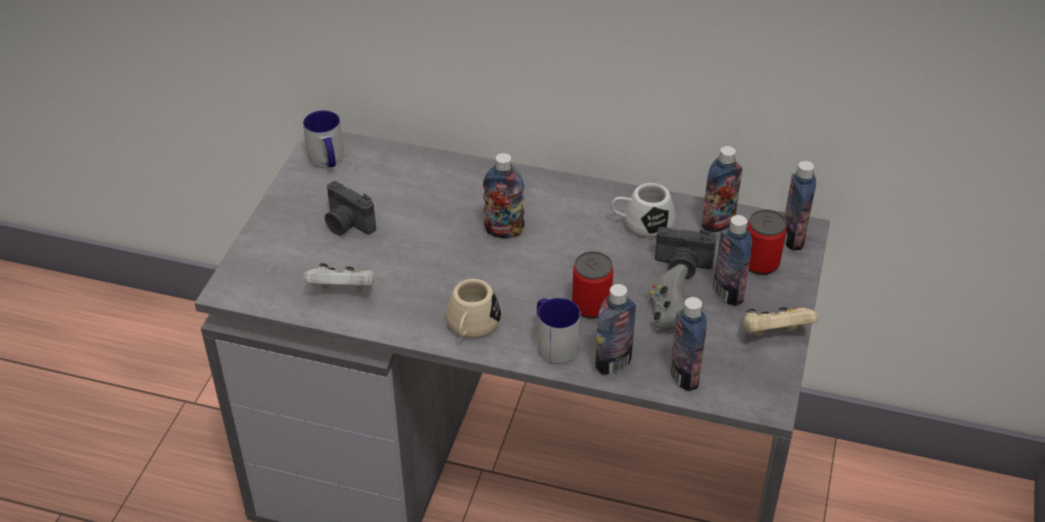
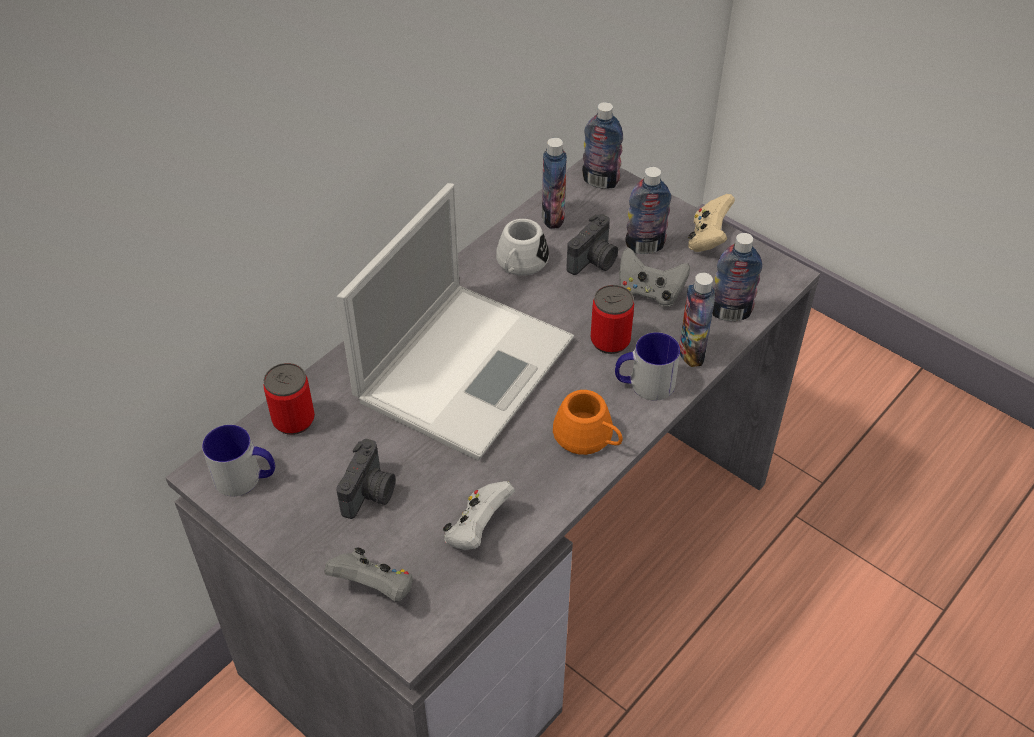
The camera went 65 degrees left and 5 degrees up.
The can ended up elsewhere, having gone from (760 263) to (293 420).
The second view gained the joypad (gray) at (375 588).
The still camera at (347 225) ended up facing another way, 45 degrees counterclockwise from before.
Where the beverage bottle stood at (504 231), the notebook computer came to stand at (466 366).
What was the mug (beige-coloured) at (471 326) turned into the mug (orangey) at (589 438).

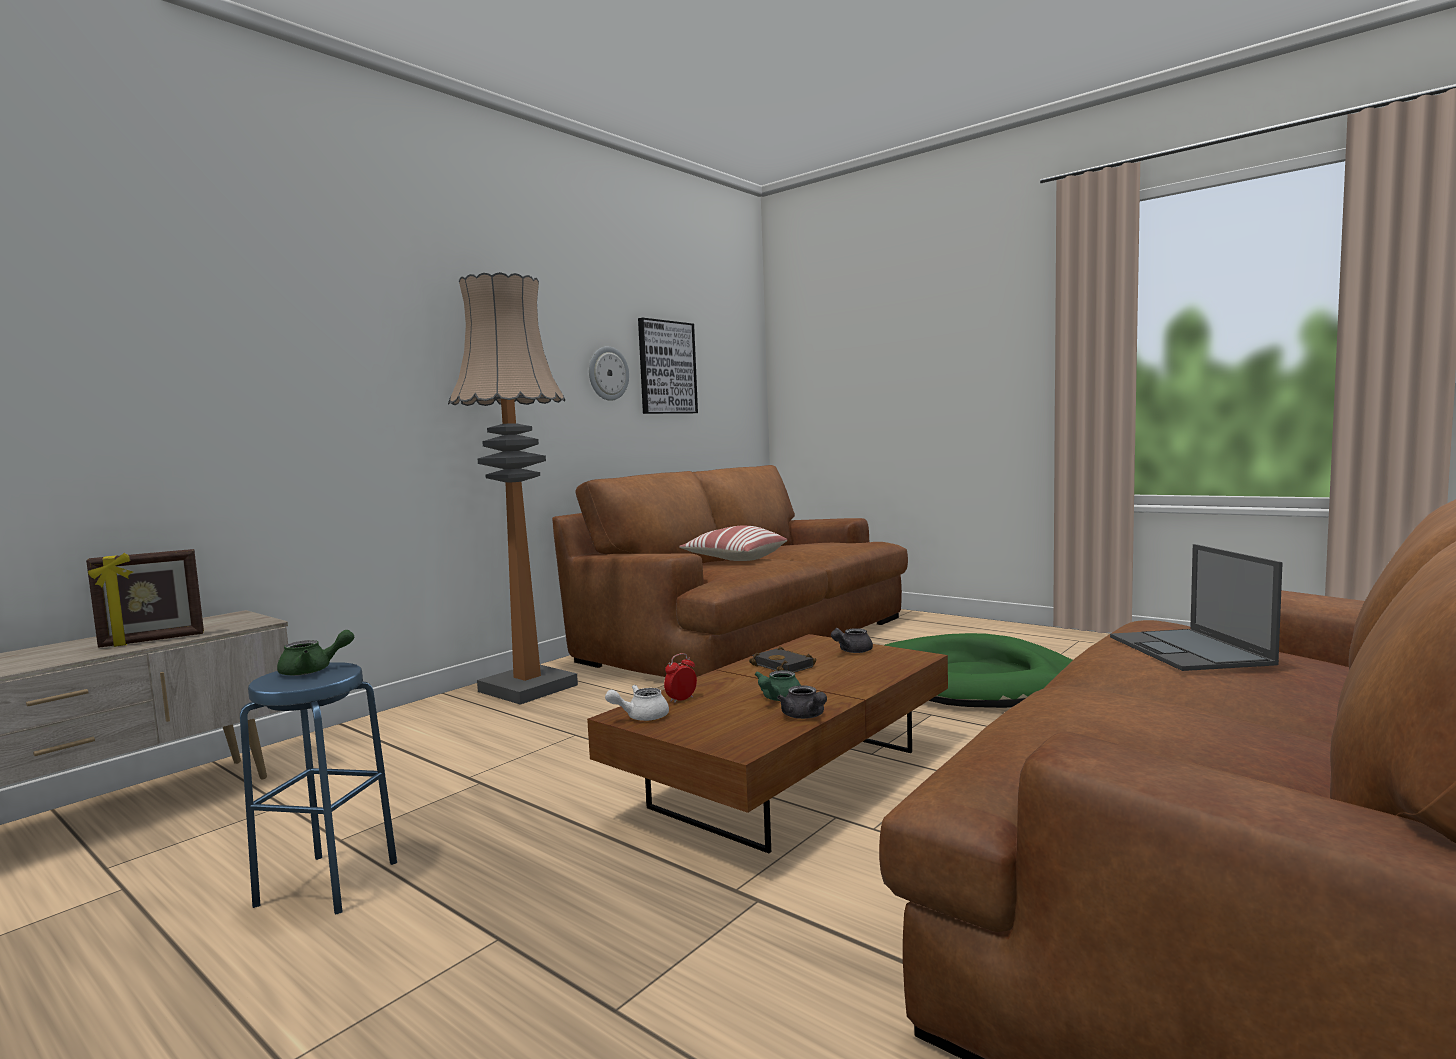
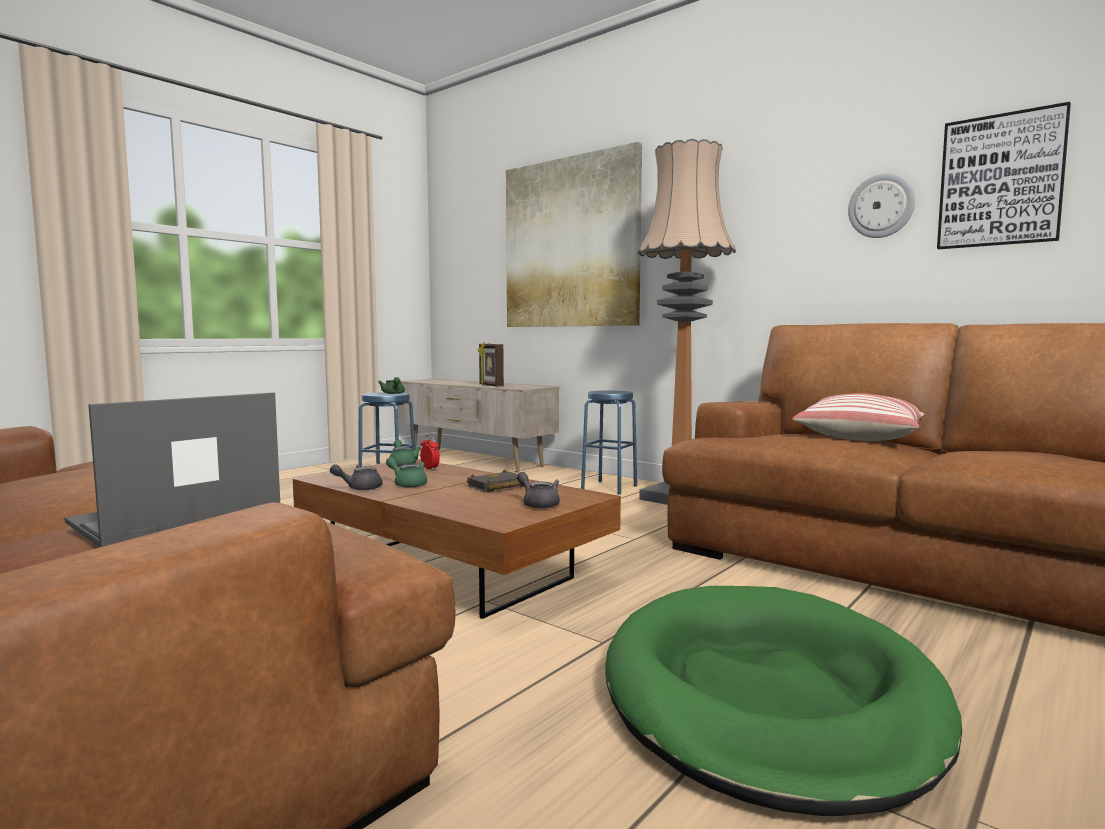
The camera went 90 degrees right and 0 degrees up.
The notebook computer at (1190 651) ended up facing another way, 45 degrees counterclockwise from before.
What was the teapot (whitish) at (641 717) turned into the teapot (green) at (402 464).
The second view gained the picture at (571 243).
The second view gained the sitting stool (bluish) at (609 487).

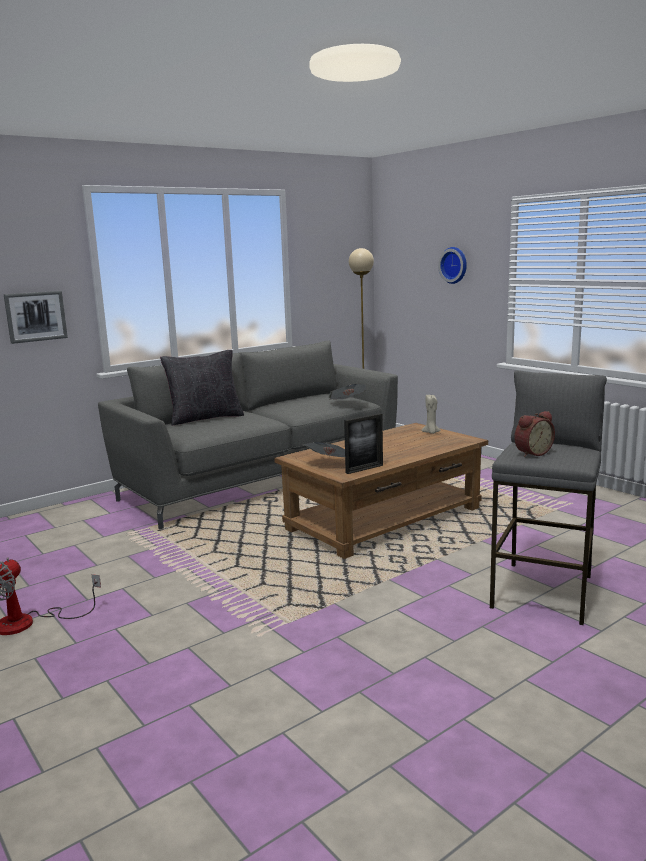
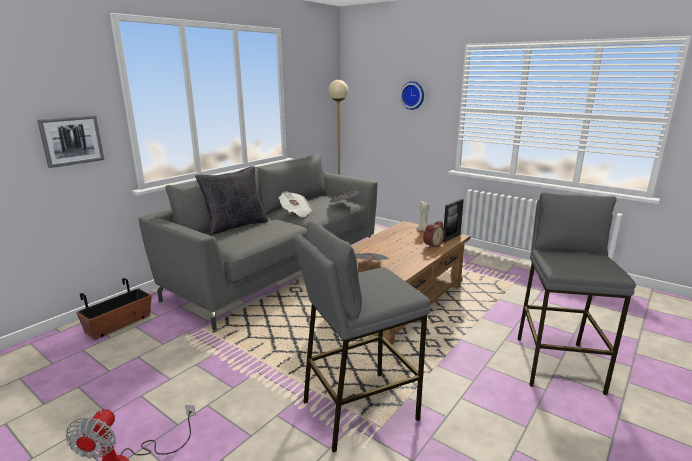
The camera went 15 degrees left and 5 degrees up.
The second view gained the flower pot at (118 324).
The second view gained the newspaper at (296 213).
The second view gained the sitting stool (gray) at (359 409).
The table clock ended up elsewhere, having gone from (532 453) to (432 245).
The picture frame ended up elsewhere, having gone from (364 469) to (451 238).

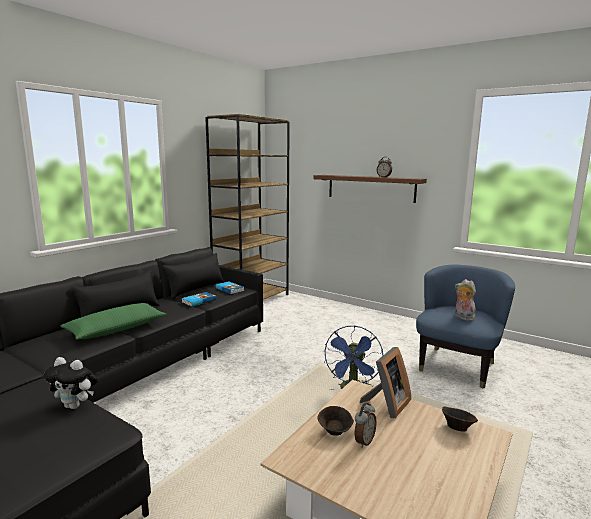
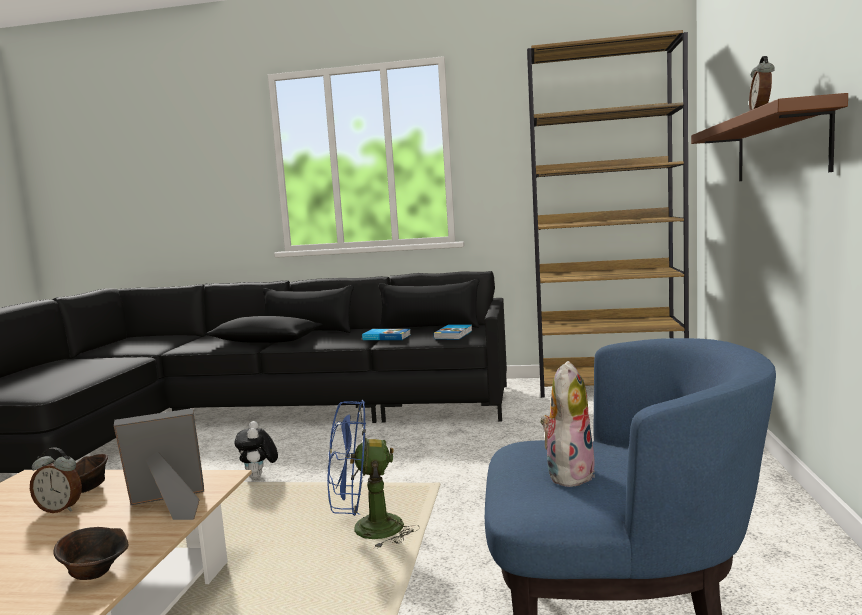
The camera went 65 degrees right and 5 degrees down.
The picture frame at (386 405) ended up facing another way, 150 degrees clockwise from before.
What was the pillow (green) at (116 329) turned into the pillow (blackish) at (265 341).
The plush toy ended up elsewhere, having gone from (75 406) to (259 477).

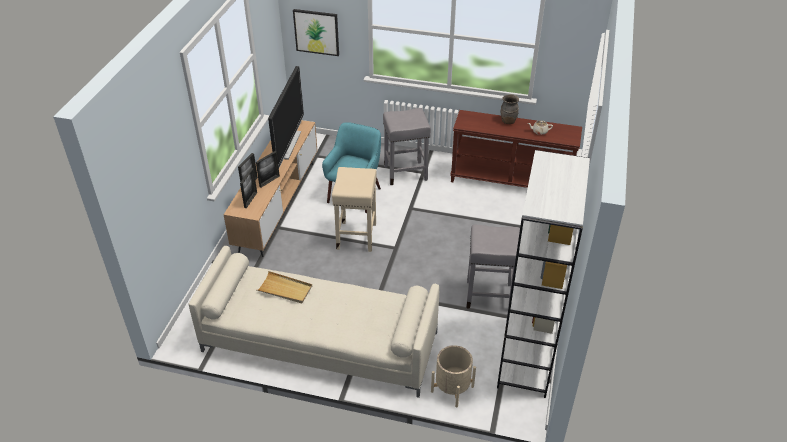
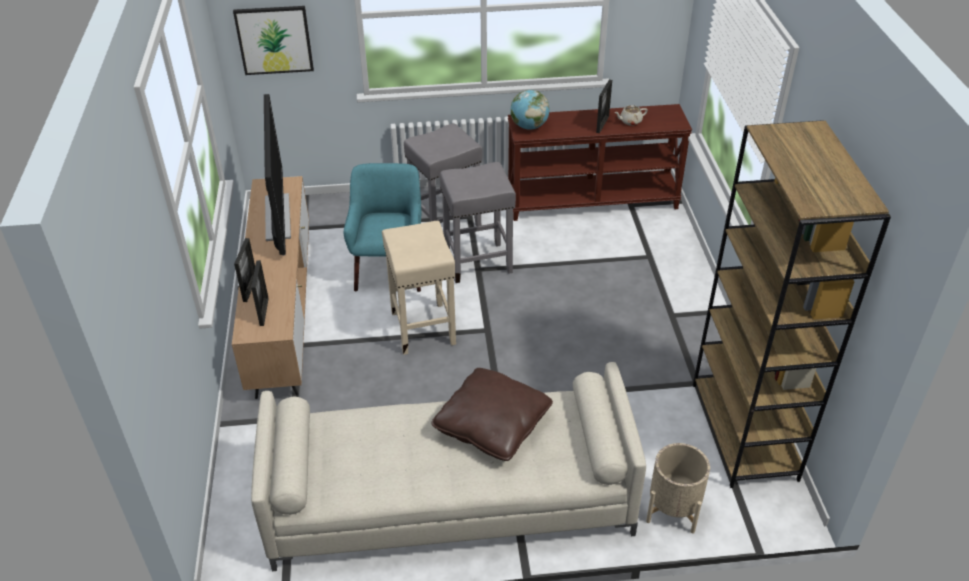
The camera went 20 degrees left and 0 degrees up.
The second view gained the pillow (brown-coloured) at (492 425).
The sitting stool (gray) ended up elsewhere, having gone from (490 295) to (479 262).
The second view gained the globe at (529 126).
The picture frame ended up elsewhere, having gone from (269 181) to (602 124).
What was the bookcase (whitish) at (527 356) turned into the bookcase (brown-coloured) at (744 431).
The second view lost the serving tray (beige-coloured) at (285 289).
The second view lost the flower vase (brown-coloured) at (508 121).

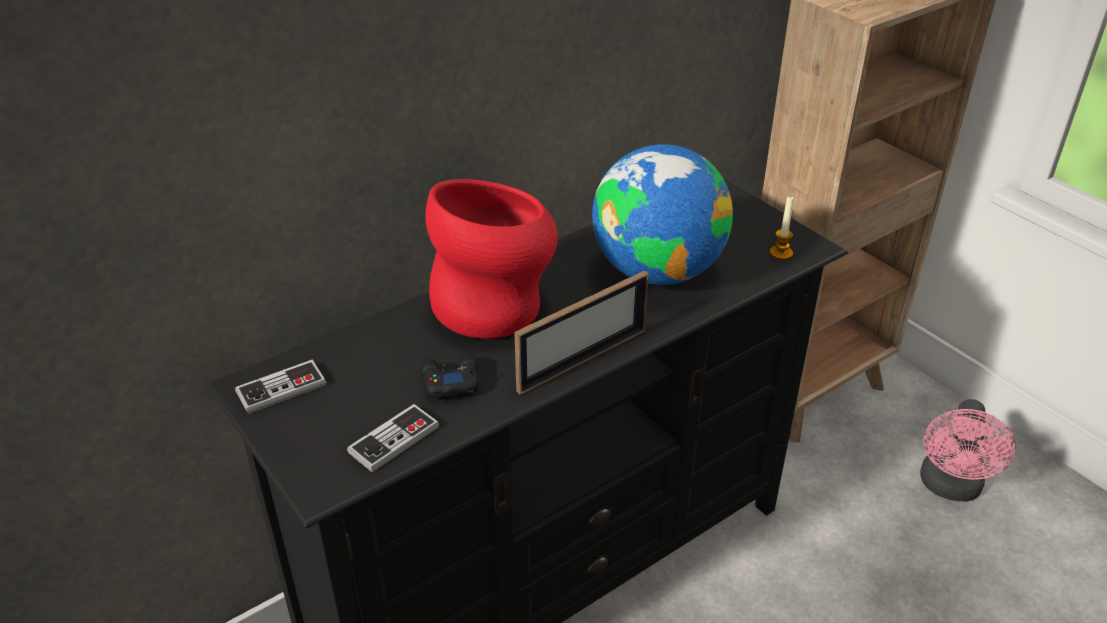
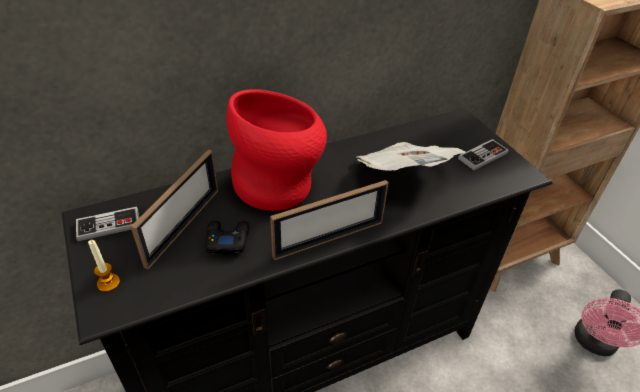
The camera went 10 degrees right and 5 degrees up.
The candle ended up elsewhere, having gone from (781 253) to (108 283).
The second view gained the picture frame at (183 226).
Where the globe stood at (657 271), the newspaper came to stand at (404 176).
The joypad ended up elsewhere, having gone from (394 440) to (483 156).

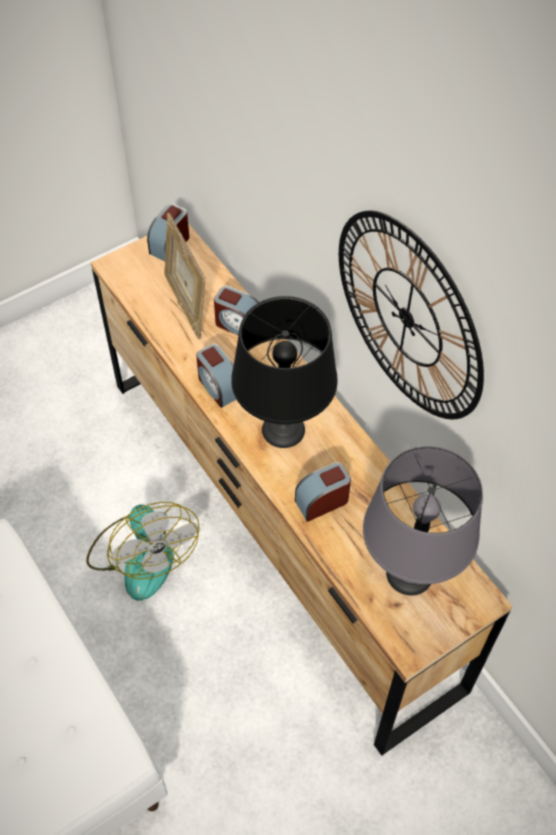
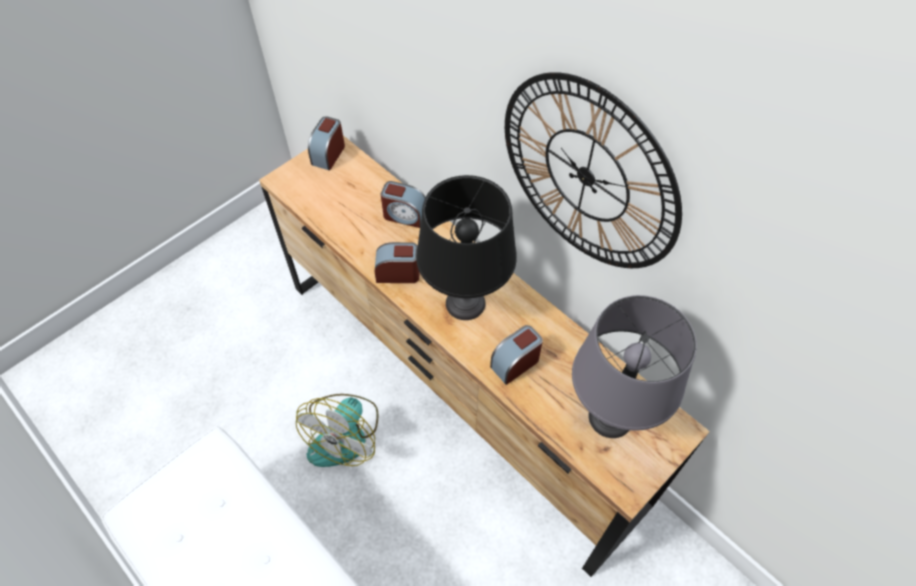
The camera went 10 degrees left and 0 degrees up.
The electric fan at (142 555) ended up facing another way, 60 degrees clockwise from before.
The table clock at (218 386) ended up facing another way, 135 degrees clockwise from before.
The second view lost the picture frame at (186 304).

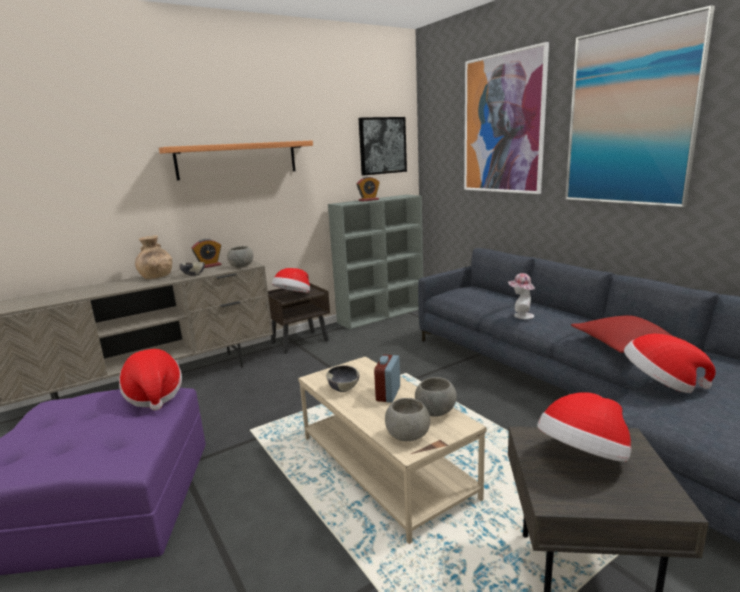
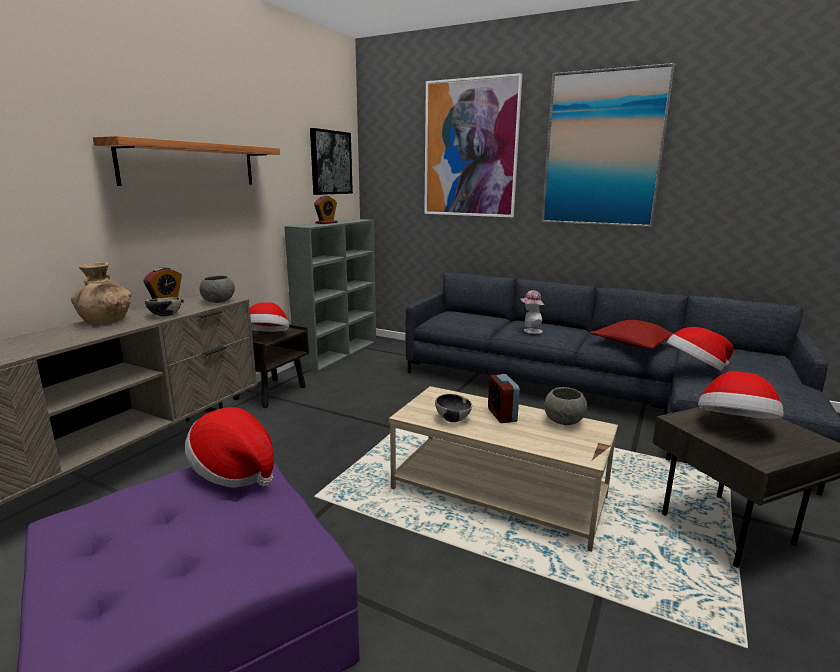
The camera went 30 degrees left and 0 degrees up.
The second view lost the serving bowl (gray) at (407 435).

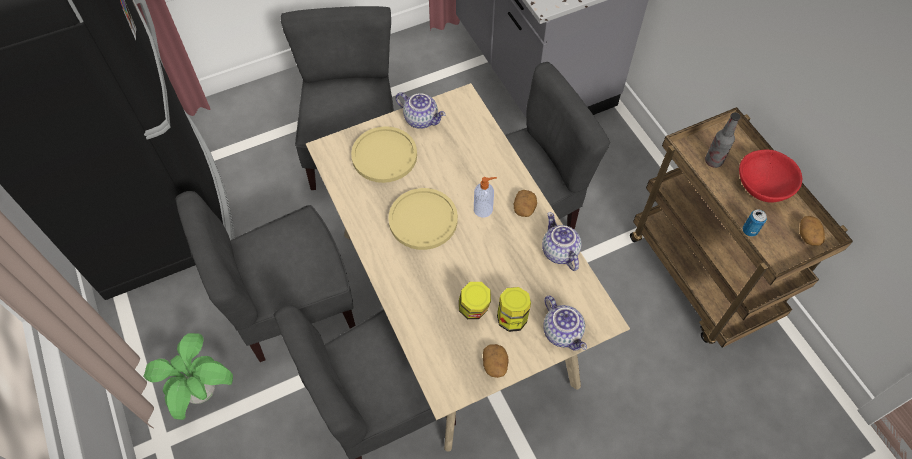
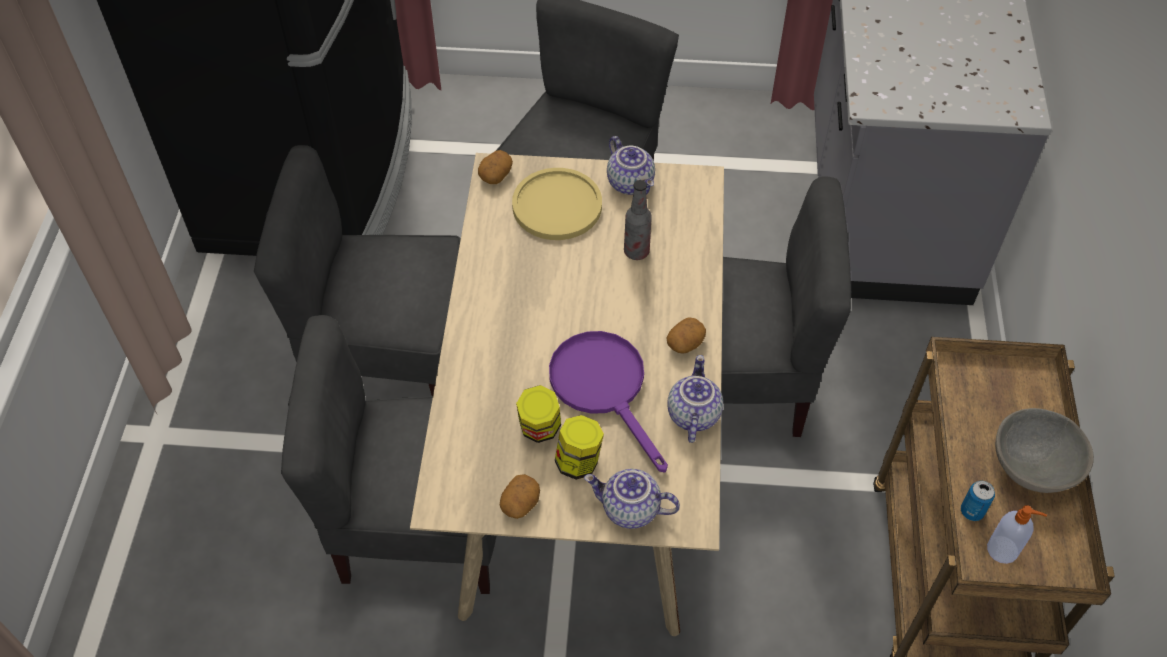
The camera went 30 degrees right and 5 degrees down.
The spud ended up elsewhere, having gone from (808 235) to (495 174).
The second view gained the skillet (purplish) at (604 387).
The teapot at (563 332) ended up facing another way, 105 degrees clockwise from before.
The beverage bottle ended up elsewhere, having gone from (713 161) to (636 252).
The soap bottle ended up elsewhere, having gone from (484 209) to (1003 550).
What was the serving bowl (red-coloured) at (762 186) turned into the serving bowl (gray) at (1033 464).
The second view lost the potted plant at (201 391).
The second view lost the plate (yellow-coloured) at (423 219).

